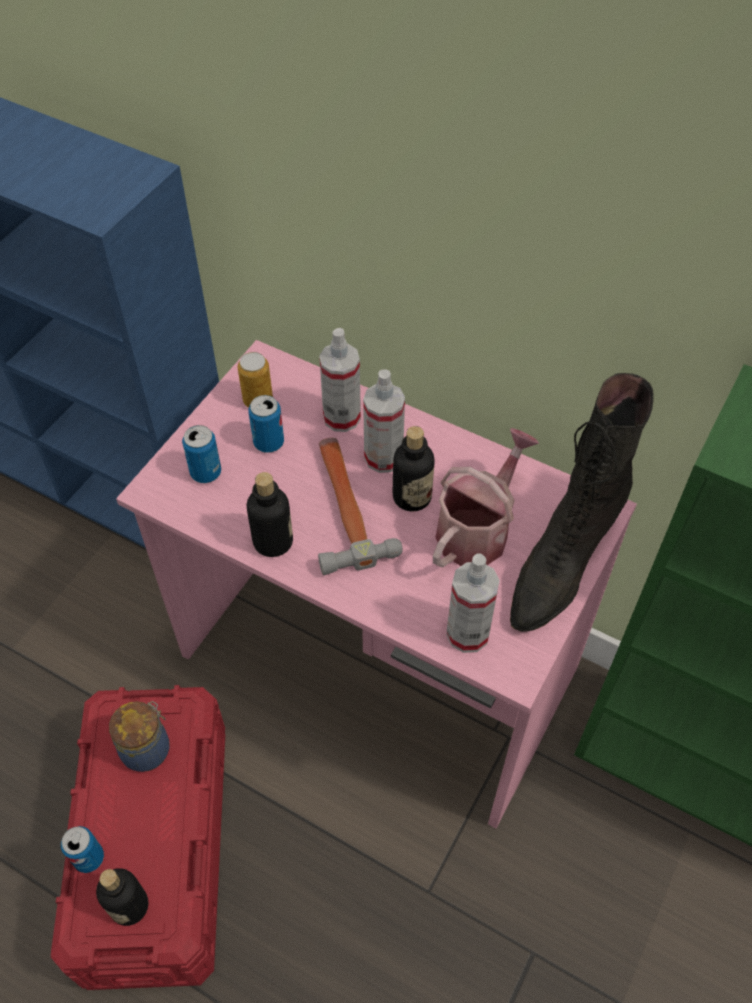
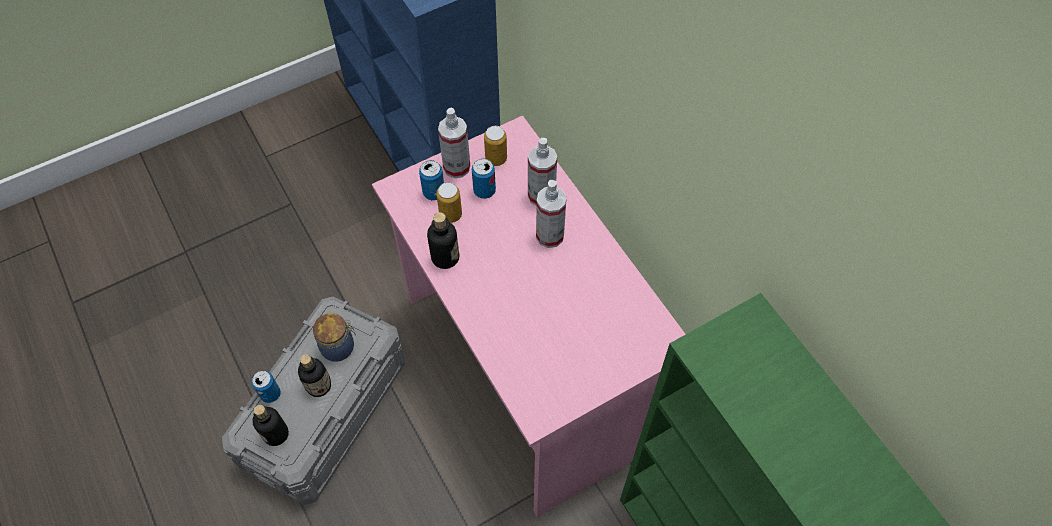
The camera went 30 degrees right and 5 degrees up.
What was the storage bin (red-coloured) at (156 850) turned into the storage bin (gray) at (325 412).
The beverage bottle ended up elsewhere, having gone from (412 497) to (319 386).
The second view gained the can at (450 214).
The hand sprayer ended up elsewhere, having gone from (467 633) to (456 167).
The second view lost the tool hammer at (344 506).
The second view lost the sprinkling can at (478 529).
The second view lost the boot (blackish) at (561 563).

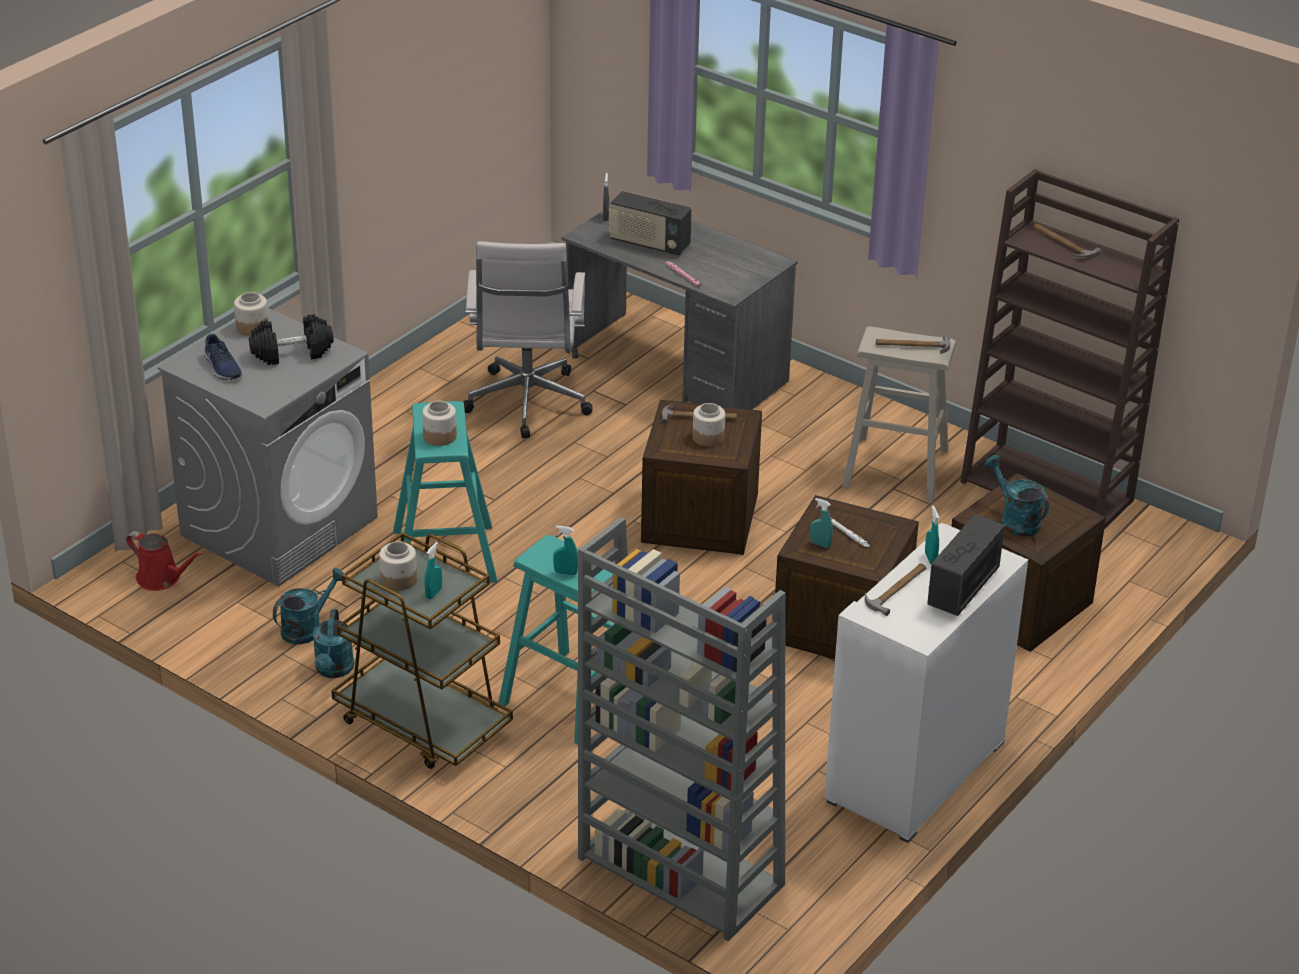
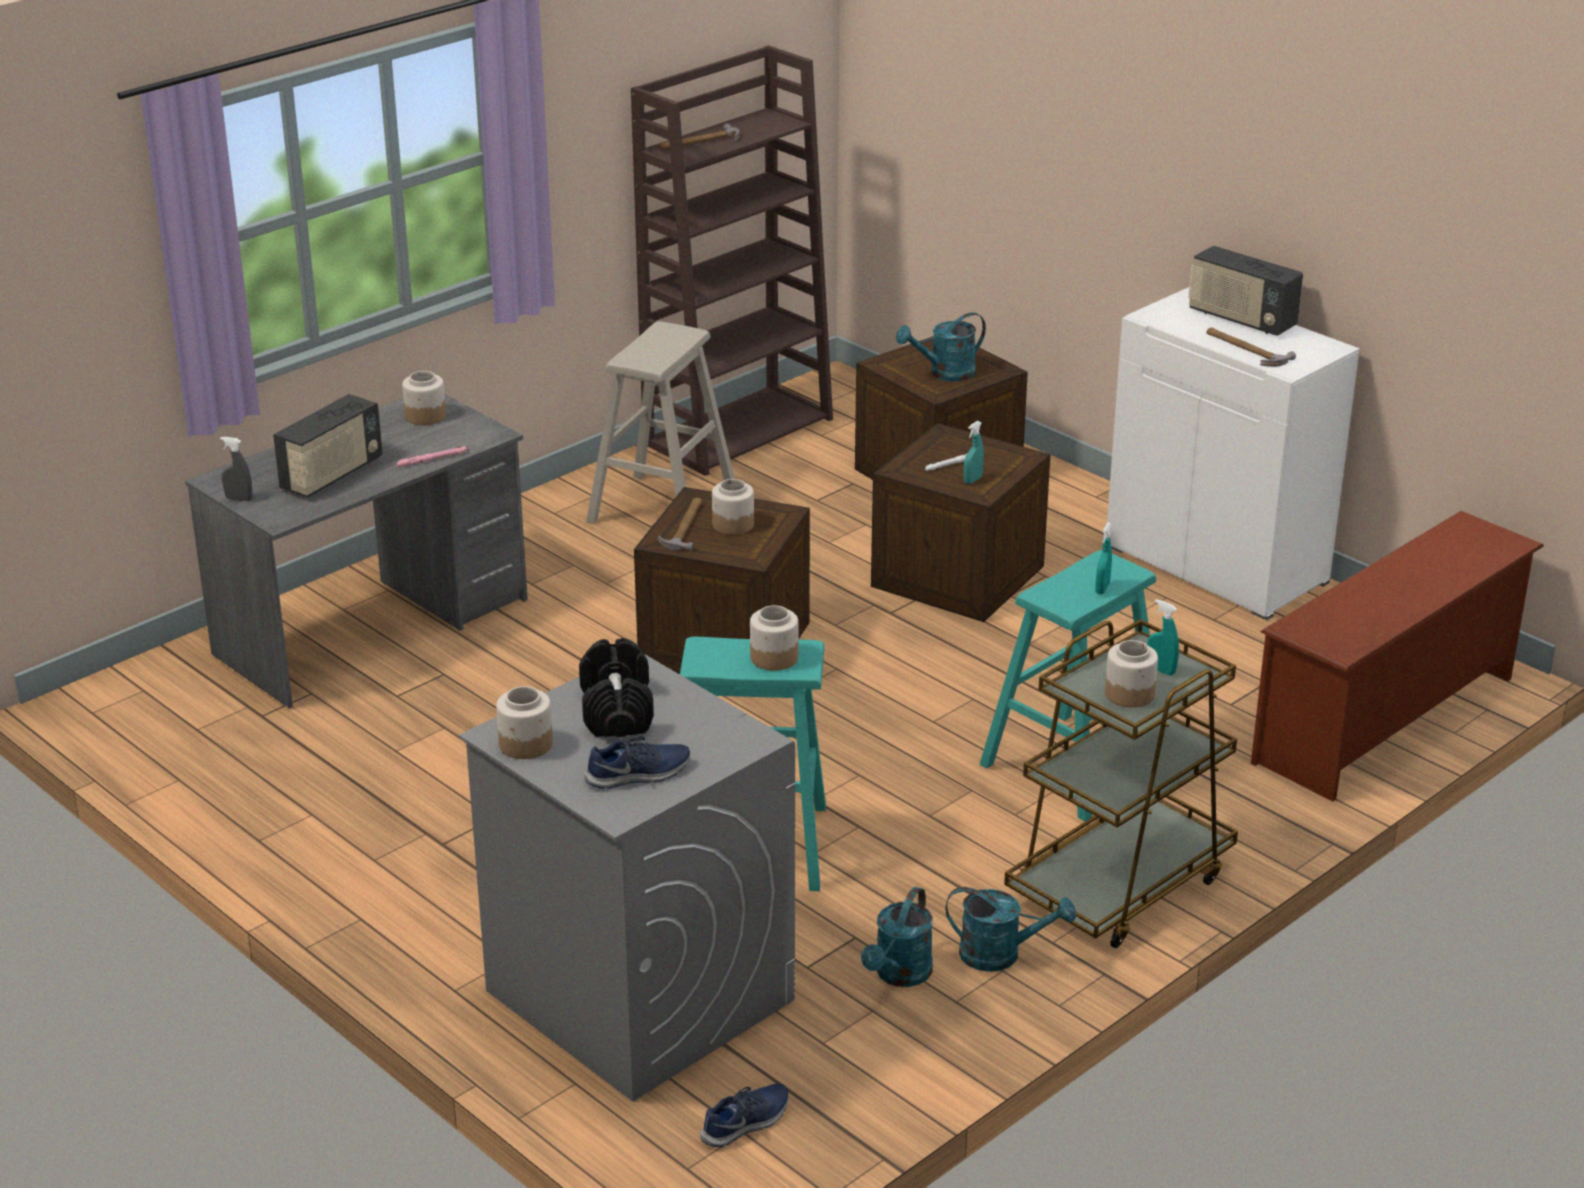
The camera went 80 degrees left and 5 degrees down.
The second view gained the storage jar at (425 416).
Where the sprinkling can (red-coloured) stood at (162 579), the low shoe (bluish) came to stand at (747 1123).
The sprinkling can (turquoise) at (307 628) ended up facing another way, 120 degrees counterclockwise from before.
Where the bookcase (gray) stood at (678 871), the shoe stand (brown-coloured) came to stand at (1387 721).
The second view lost the desk chair (whitish) at (527 406).
The second view lost the tool hammer at (912 346).
The second view lost the hand sprayer (turquoise) at (930 558).

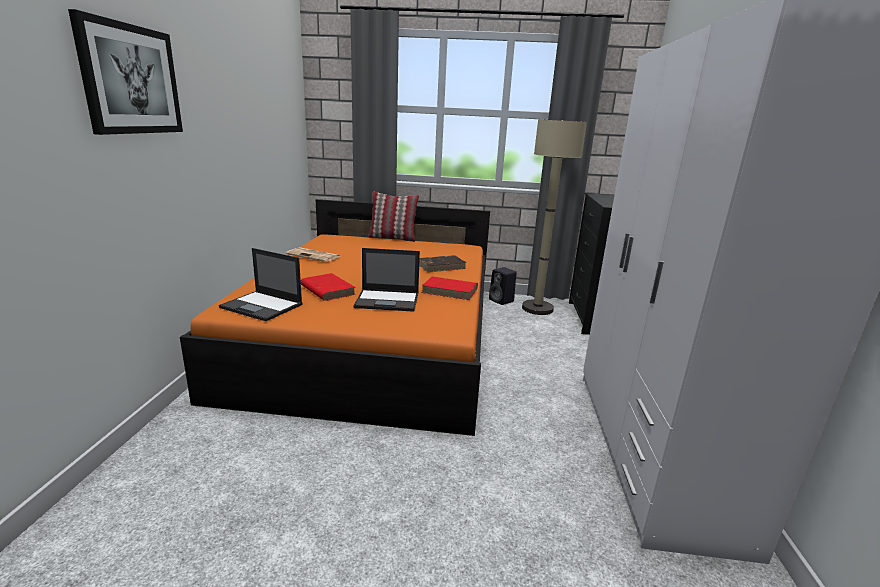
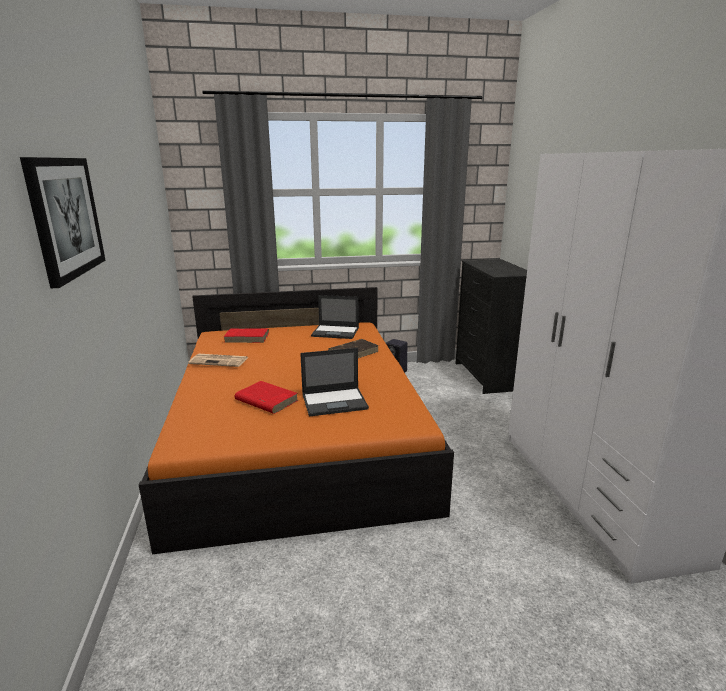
The camera went 15 degrees left and 0 degrees up.
The book (red-coloured) ended up elsewhere, having gone from (450 291) to (247 337).
The notebook computer ended up elsewhere, having gone from (262 306) to (336 332).
The second view lost the pillow at (392 238).
The second view lost the standing lamp (beige-coloured) at (537 308).

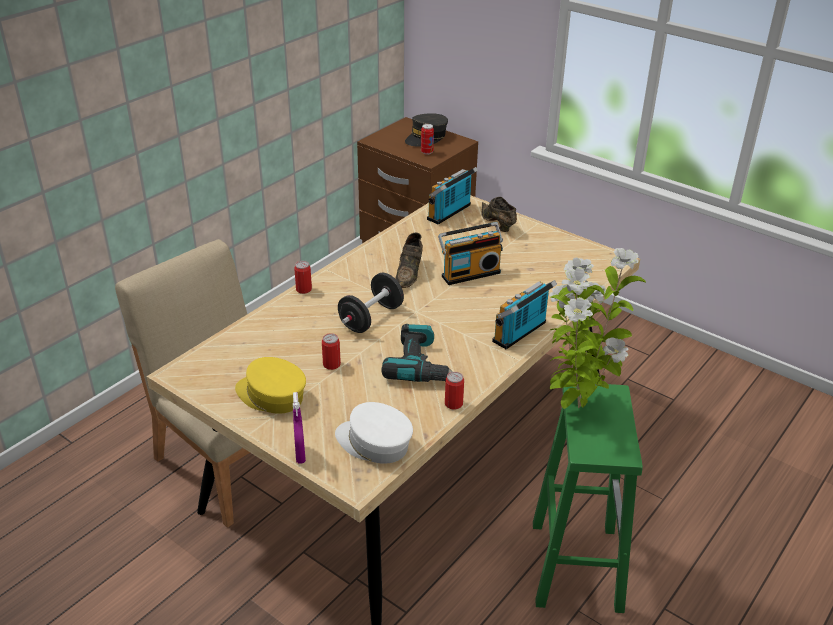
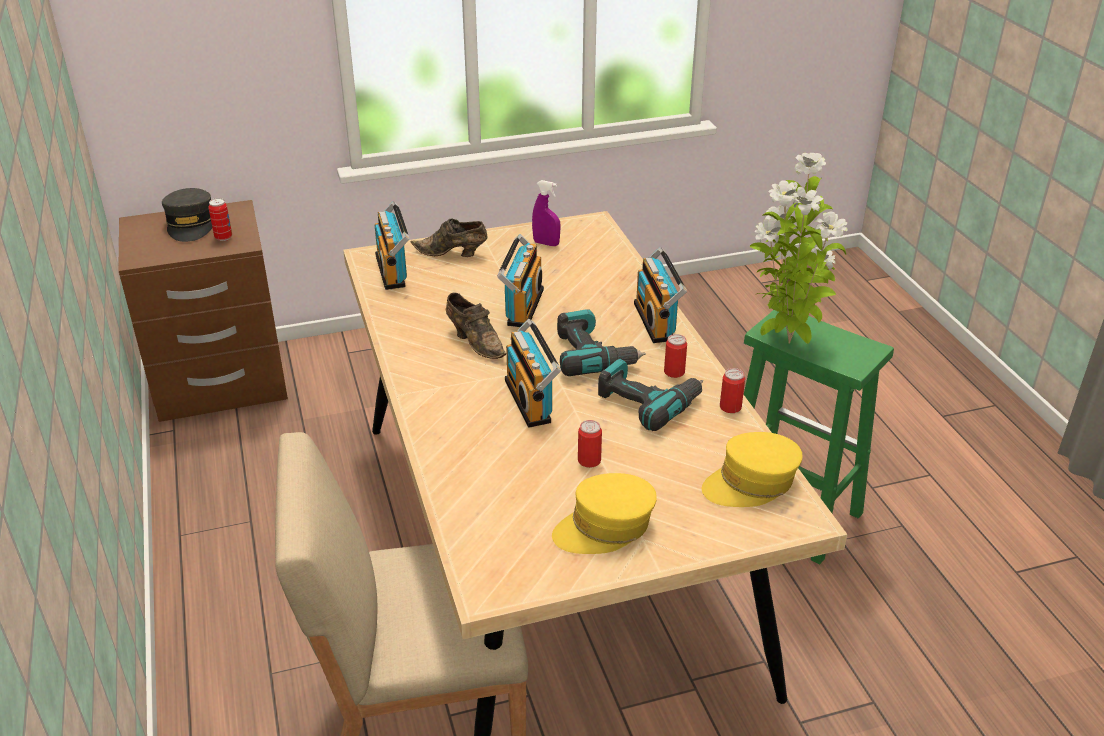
The camera went 55 degrees left and 0 degrees up.
Where the free weight (blackish) stood at (371 318), the radio receiver came to stand at (531 400).
The hand sprayer (purplish) ended up elsewhere, having gone from (300 454) to (546 243).
The second view gained the electric drill at (593 355).
The can ended up elsewhere, having gone from (303 289) to (674 372).
What was the cap (whitish) at (374 443) turned into the cap (yellow-coloured) at (751 483).

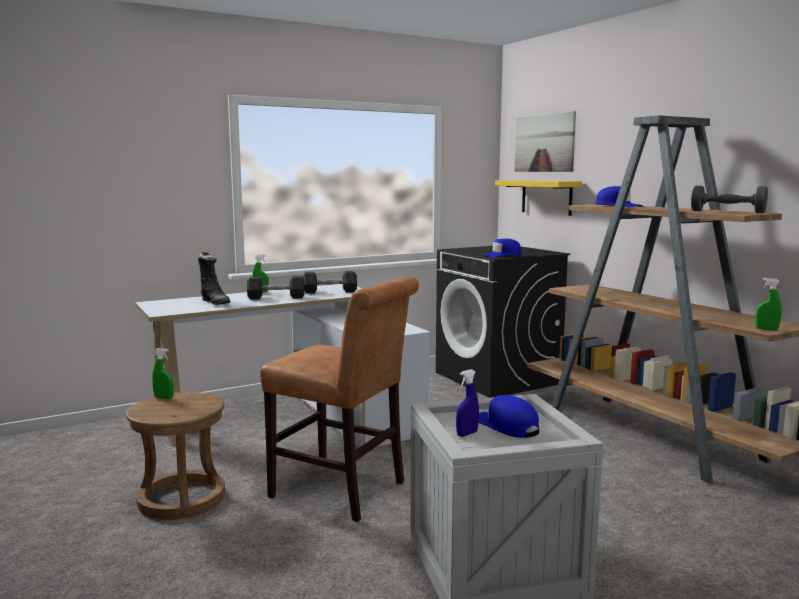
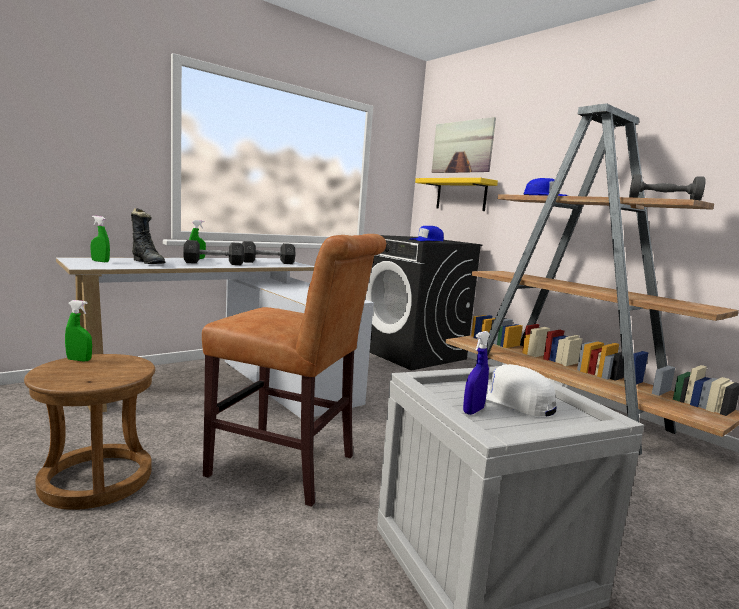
The camera went 10 degrees left and 0 degrees up.
The hand sprayer (green) ended up elsewhere, having gone from (766 329) to (100 261).
What was the cap (bluish) at (505 426) turned into the cap (whitish) at (510 401).

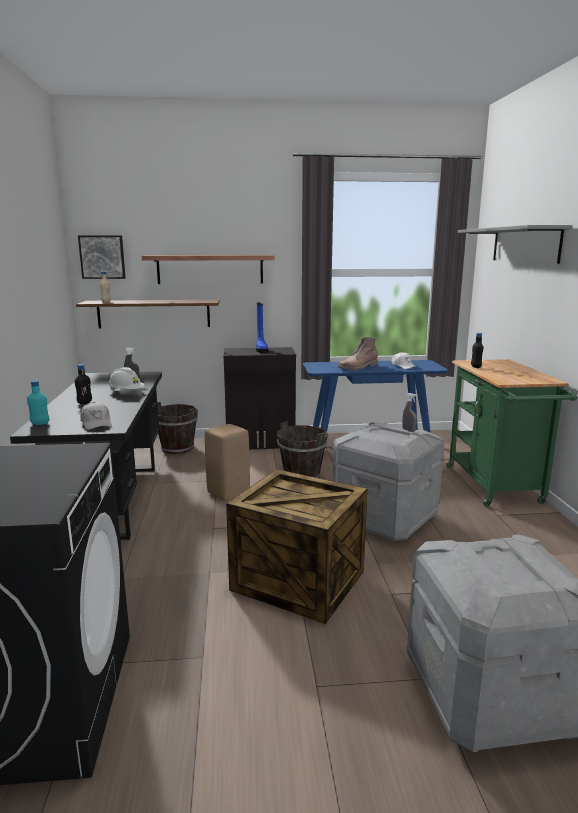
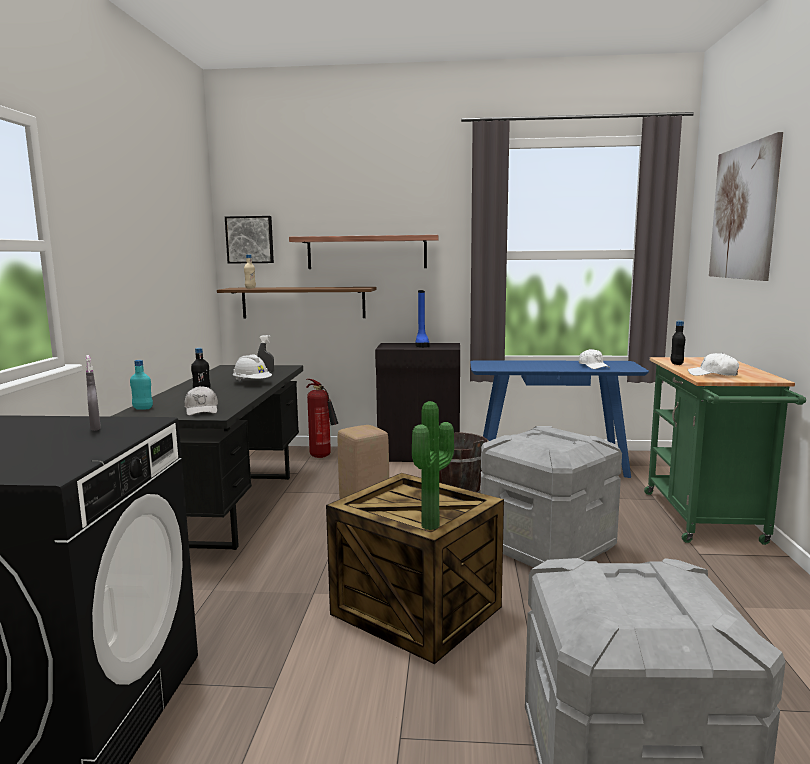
The camera went 10 degrees right and 5 degrees down.
The hand sprayer (gray) ended up elsewhere, having gone from (408 430) to (95 428).
Where the water bucket (brown-coloured) stood at (177 448), the fire-fighting cylinder came to stand at (322 457).
The second view gained the potted plant at (433 526).
The second view gained the cap (whitish) at (713 374).
Where the bracket shelf (gray) hung at (525 244), the picture came to hang at (743 212).
The second view lost the boot (brown-coloured) at (358 367).

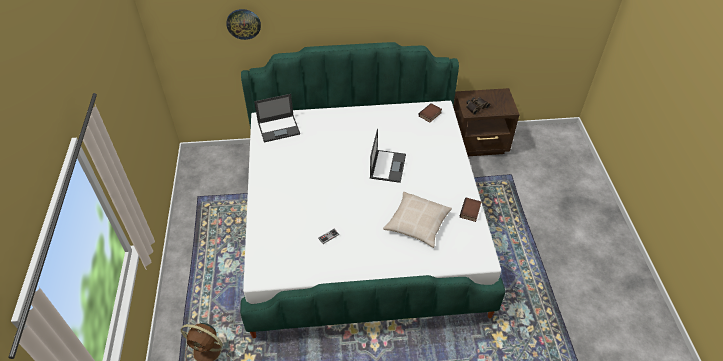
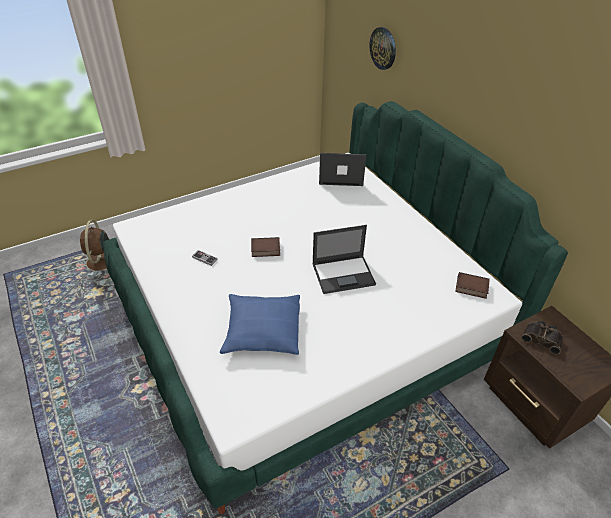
The camera went 65 degrees right and 5 degrees down.
What was the pillow (beige-coloured) at (417 223) turned into the pillow (bluish) at (262 330).
The book ended up elsewhere, having gone from (470 211) to (265 250).
The notebook computer at (279 128) ended up facing another way, 135 degrees clockwise from before.

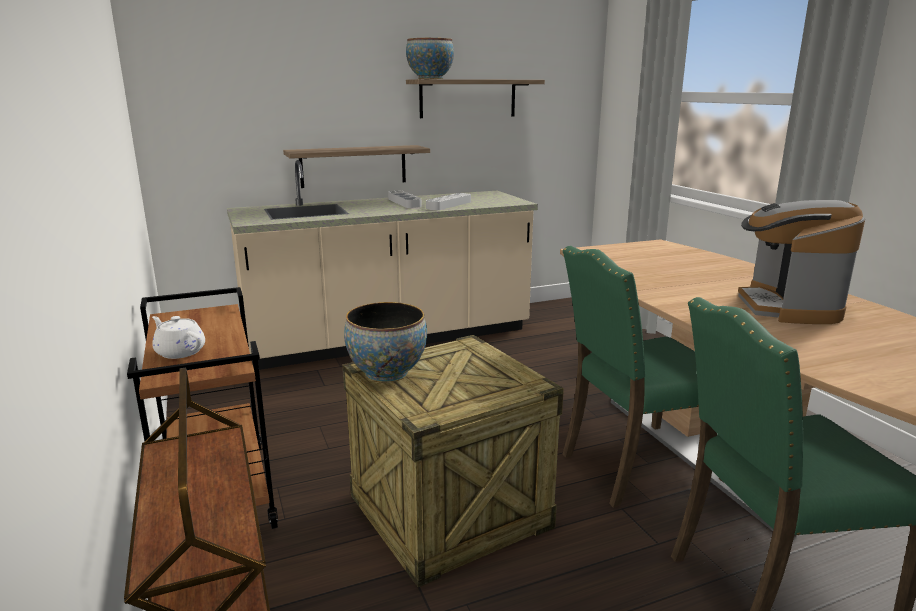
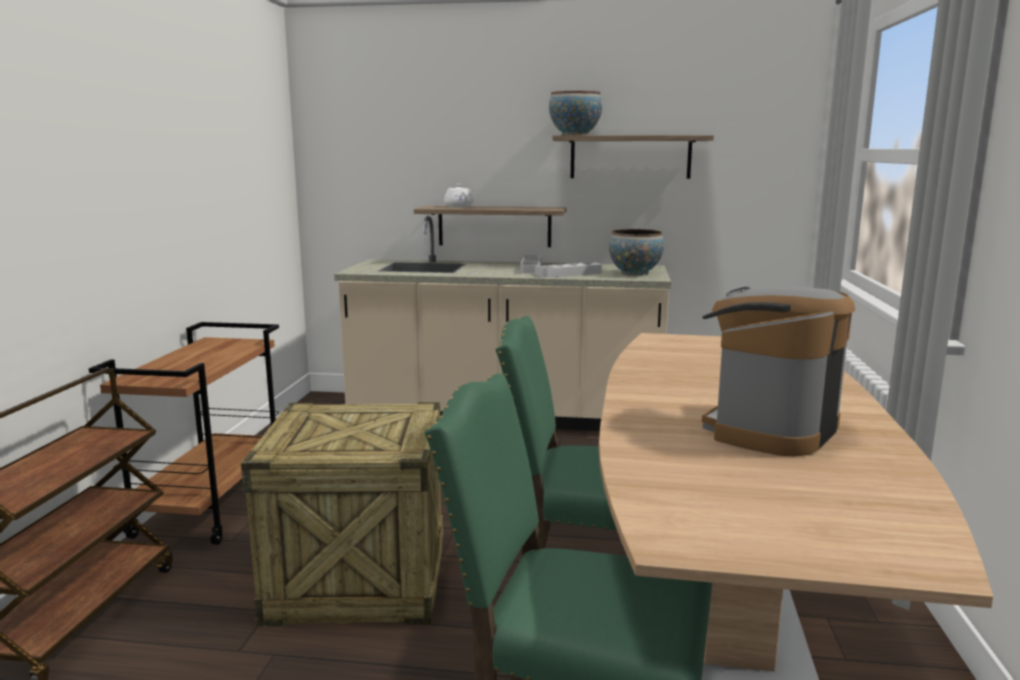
The camera went 30 degrees right and 5 degrees down.
The teapot (whitish) ended up elsewhere, having gone from (179 352) to (458 207).
The serving bowl ended up elsewhere, having gone from (387 373) to (634 273).

